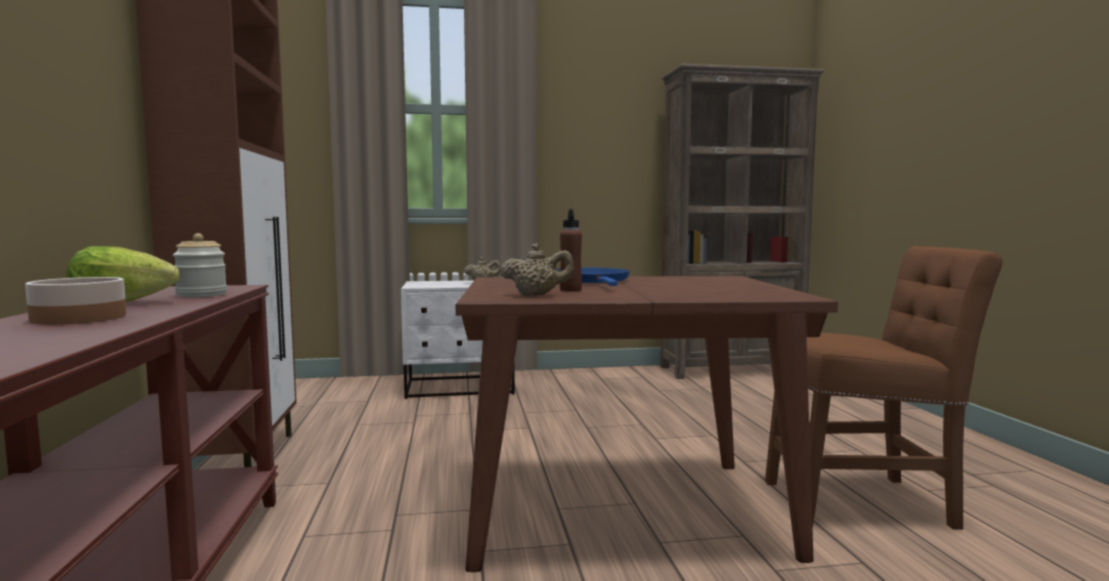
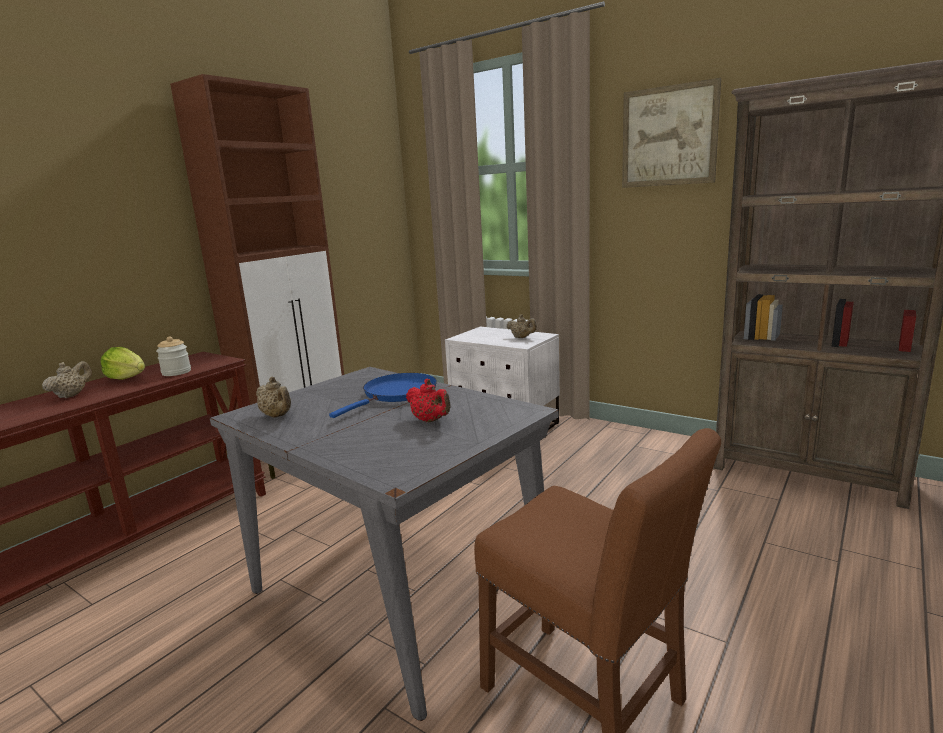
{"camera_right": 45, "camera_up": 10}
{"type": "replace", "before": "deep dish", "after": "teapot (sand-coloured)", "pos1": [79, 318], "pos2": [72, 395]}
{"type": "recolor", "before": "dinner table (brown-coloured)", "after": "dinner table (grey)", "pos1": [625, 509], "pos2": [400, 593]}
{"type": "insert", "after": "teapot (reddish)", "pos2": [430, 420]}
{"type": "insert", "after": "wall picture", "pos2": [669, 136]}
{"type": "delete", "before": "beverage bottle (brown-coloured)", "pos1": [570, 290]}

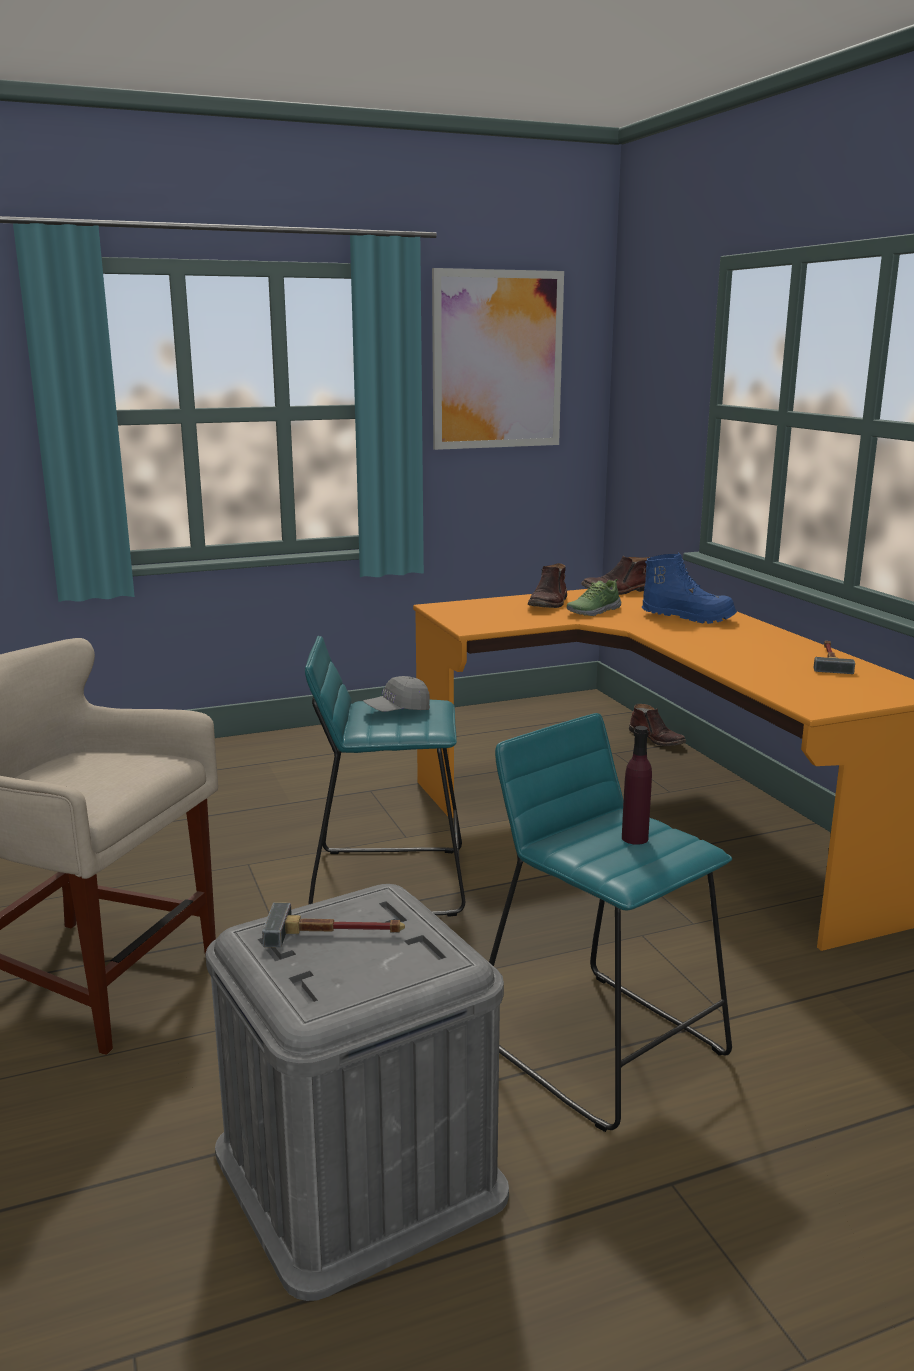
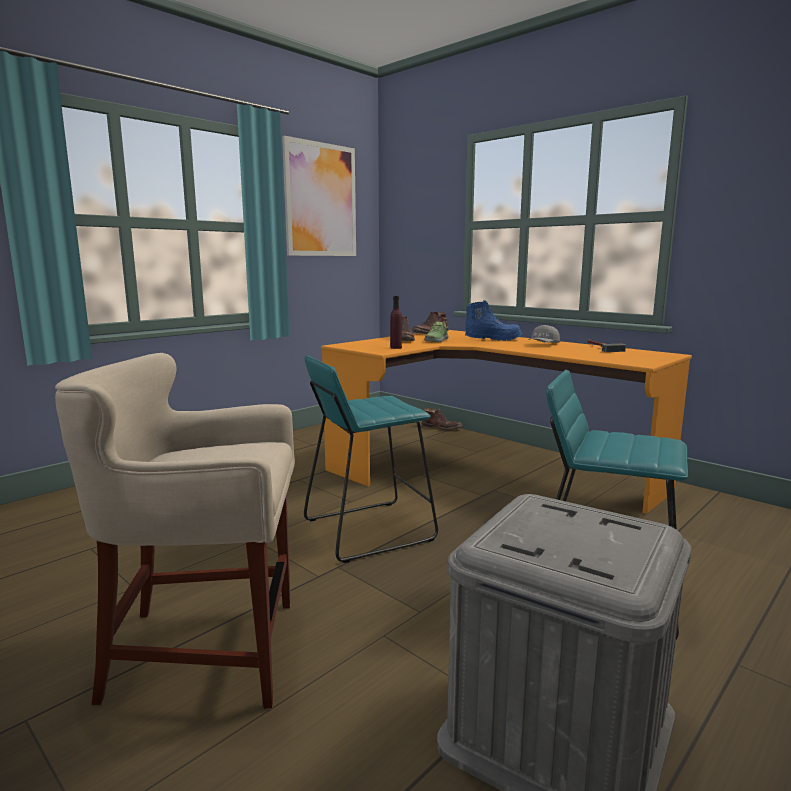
{"camera_right": -25, "camera_up": -5}
{"type": "move", "before": "beverage bottle (purple)", "pos1": [634, 838], "pos2": [396, 348]}
{"type": "move", "before": "baseball cap (grey)", "pos1": [397, 711], "pos2": [543, 344]}
{"type": "delete", "before": "tool hammer", "pos1": [336, 933]}

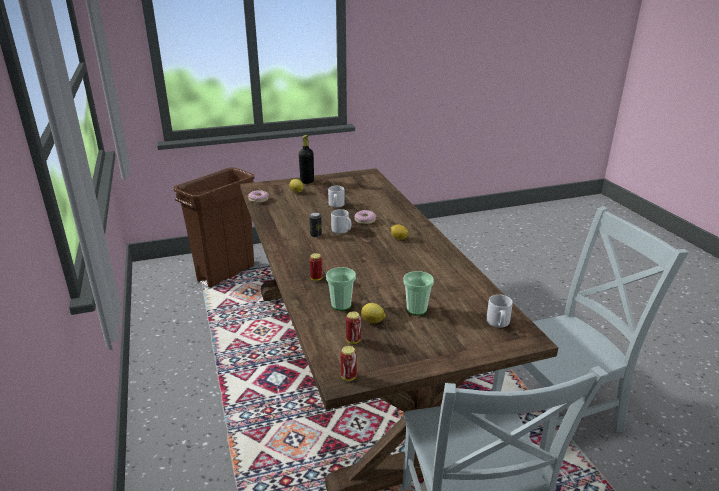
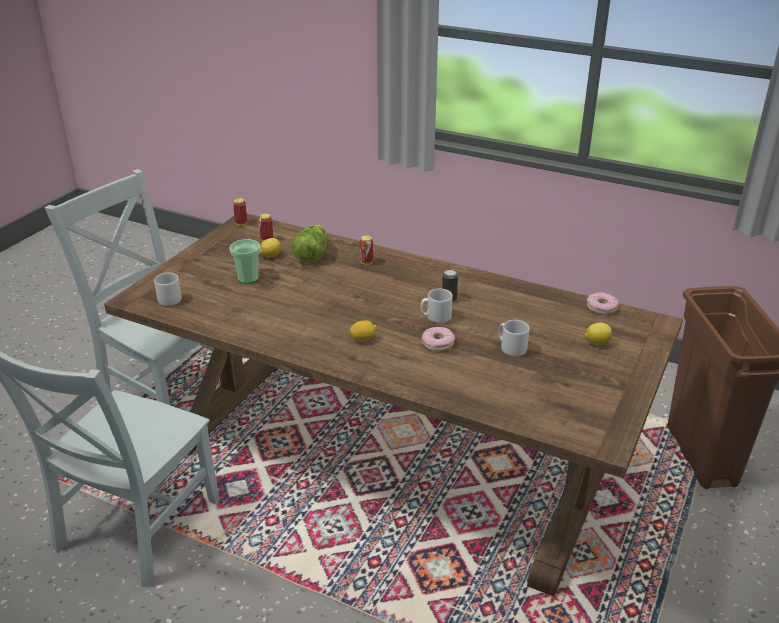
{"camera_right": 135, "camera_up": 5}
{"type": "replace", "before": "drinking cup", "after": "lettuce", "pos1": [341, 305], "pos2": [312, 255]}
{"type": "delete", "before": "beverage bottle (black)", "pos1": [307, 181]}

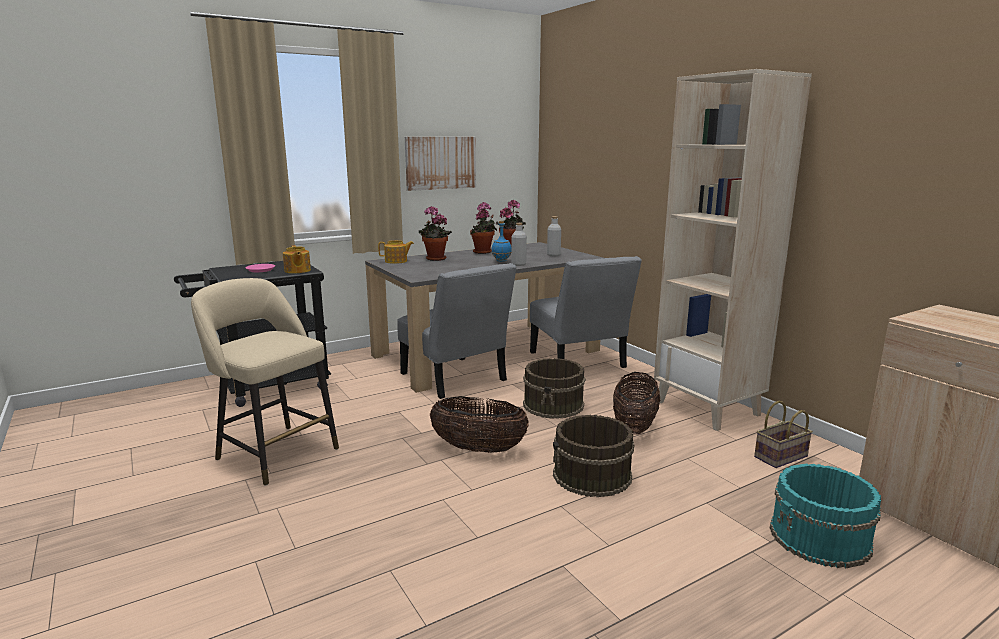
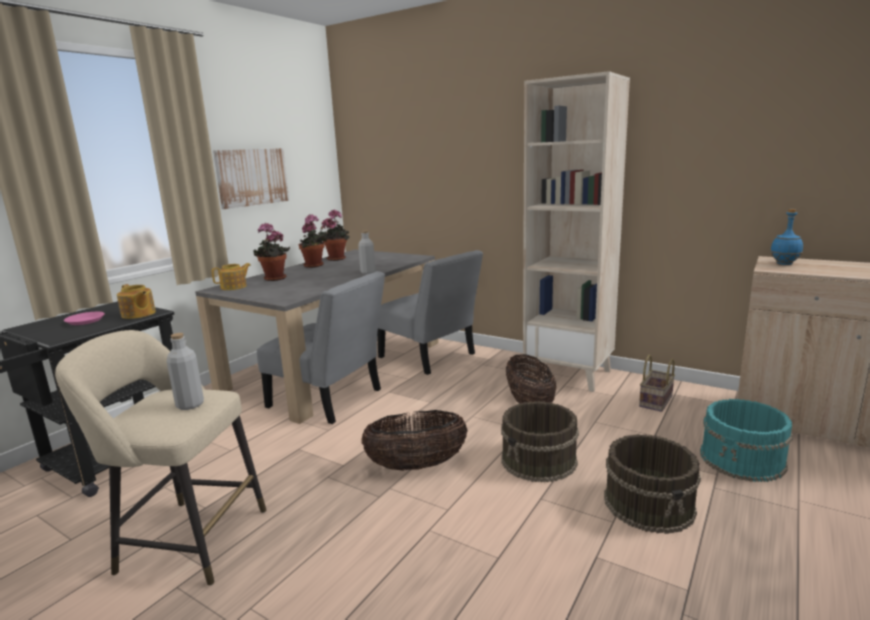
{"camera_right": -25, "camera_up": 0}
{"type": "move", "before": "beverage bottle (grey)", "pos1": [553, 255], "pos2": [190, 405]}
{"type": "move", "before": "pail (brown-coloured)", "pos1": [554, 405], "pos2": [649, 504]}
{"type": "move", "before": "beverage bottle (blue-coloured)", "pos1": [501, 261], "pos2": [784, 264]}

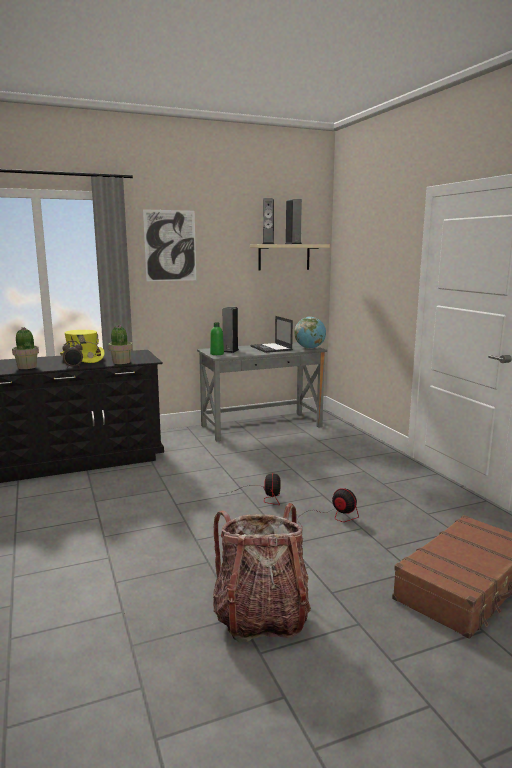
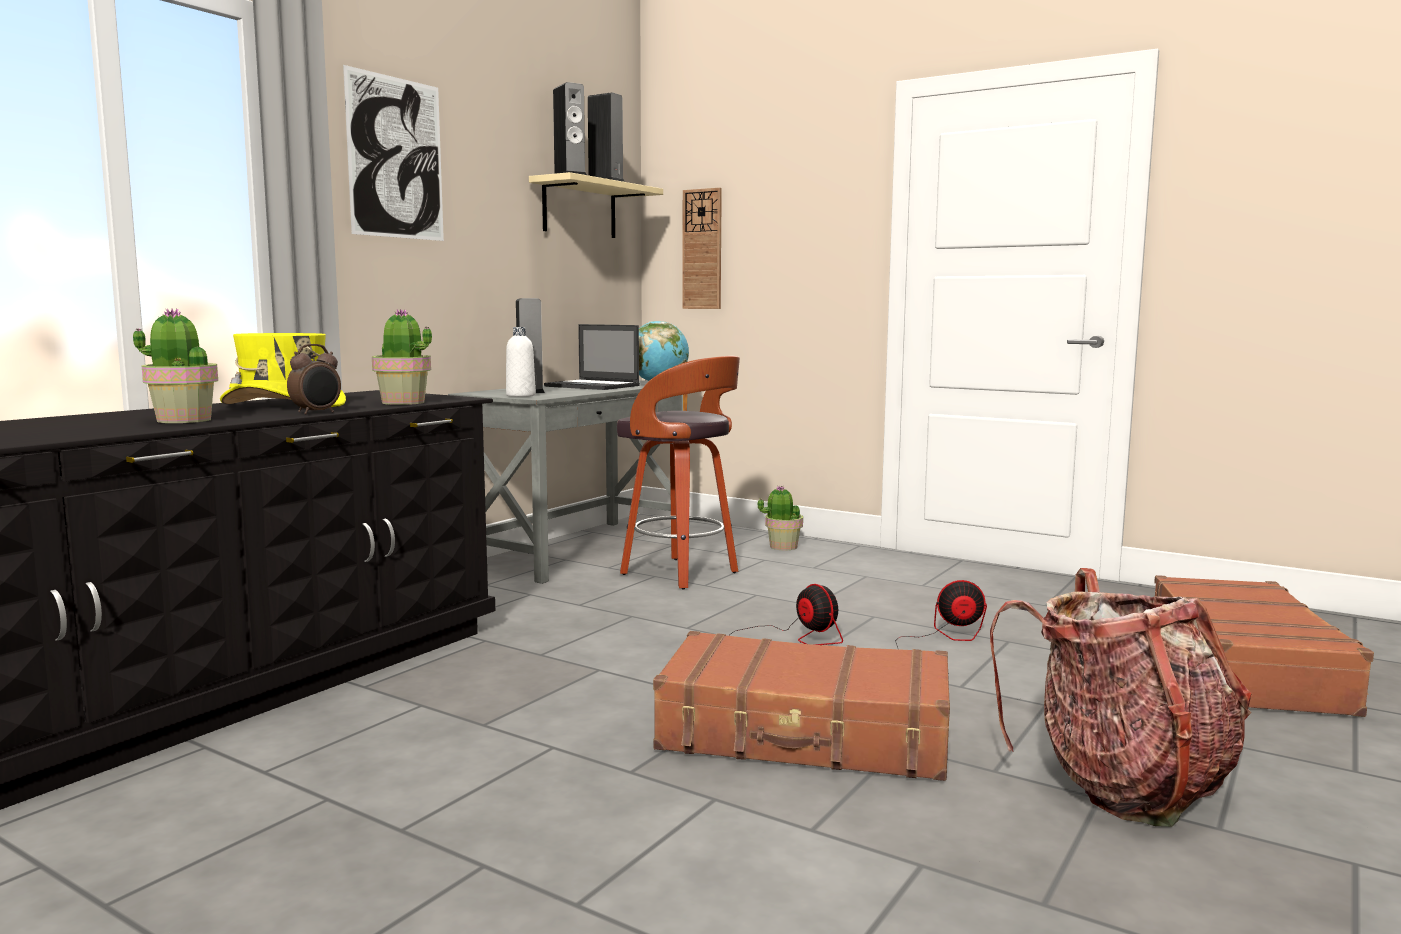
{"camera_right": -35, "camera_up": -5}
{"type": "recolor", "before": "beverage bottle (greenish)", "after": "beverage bottle (whitish)", "pos1": [217, 354], "pos2": [520, 395]}
{"type": "insert", "after": "stool seat", "pos2": [682, 574]}
{"type": "insert", "after": "piece of luggage (brown-coloured)", "pos2": [805, 735]}
{"type": "insert", "after": "hanging clock", "pos2": [702, 249]}
{"type": "insert", "after": "houseplant", "pos2": [783, 547]}

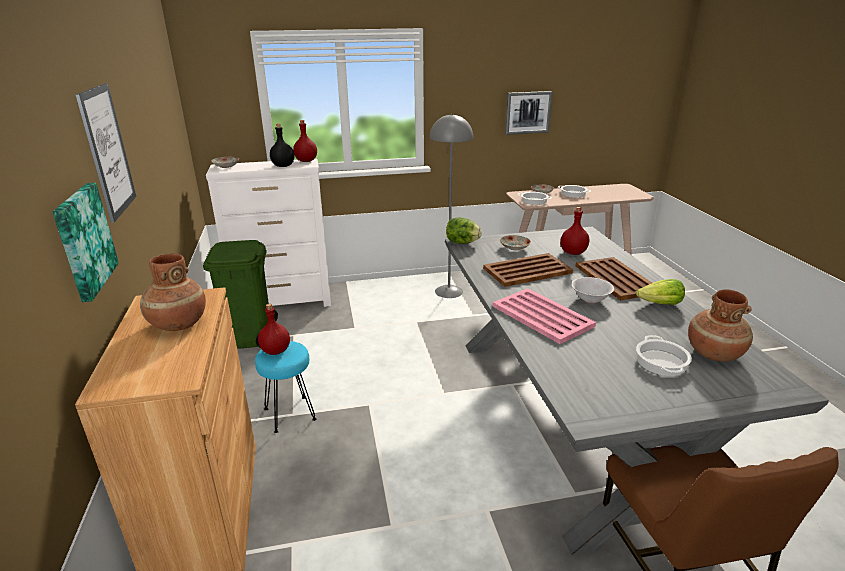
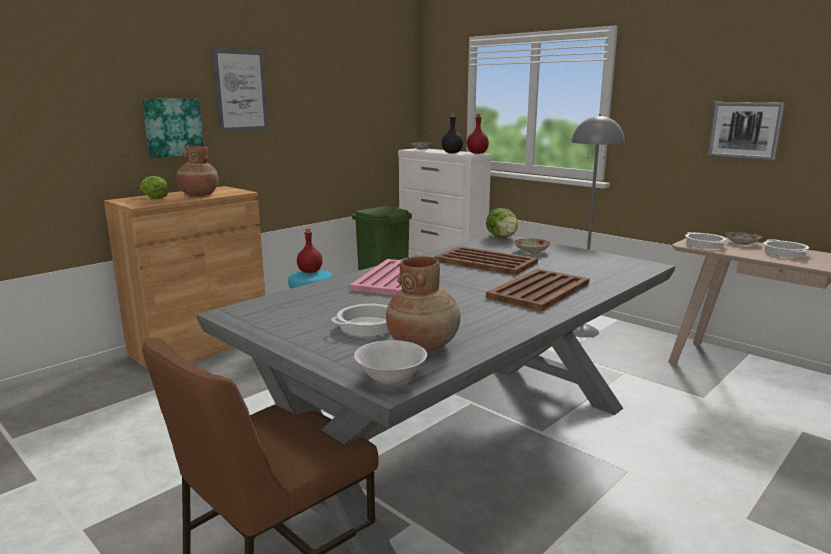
{"camera_right": 55, "camera_up": -10}
{"type": "move", "before": "lettuce", "pos1": [660, 304], "pos2": [153, 197]}
{"type": "move", "before": "deep dish (whitish)", "pos1": [590, 299], "pos2": [390, 378]}
{"type": "delete", "before": "beverage bottle (reddish)", "pos1": [572, 253]}

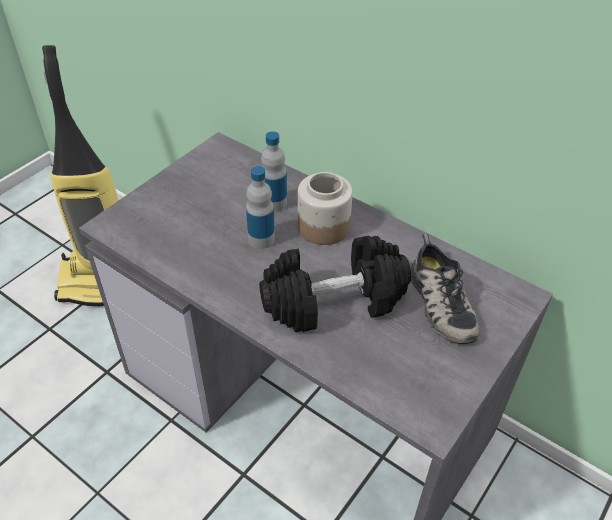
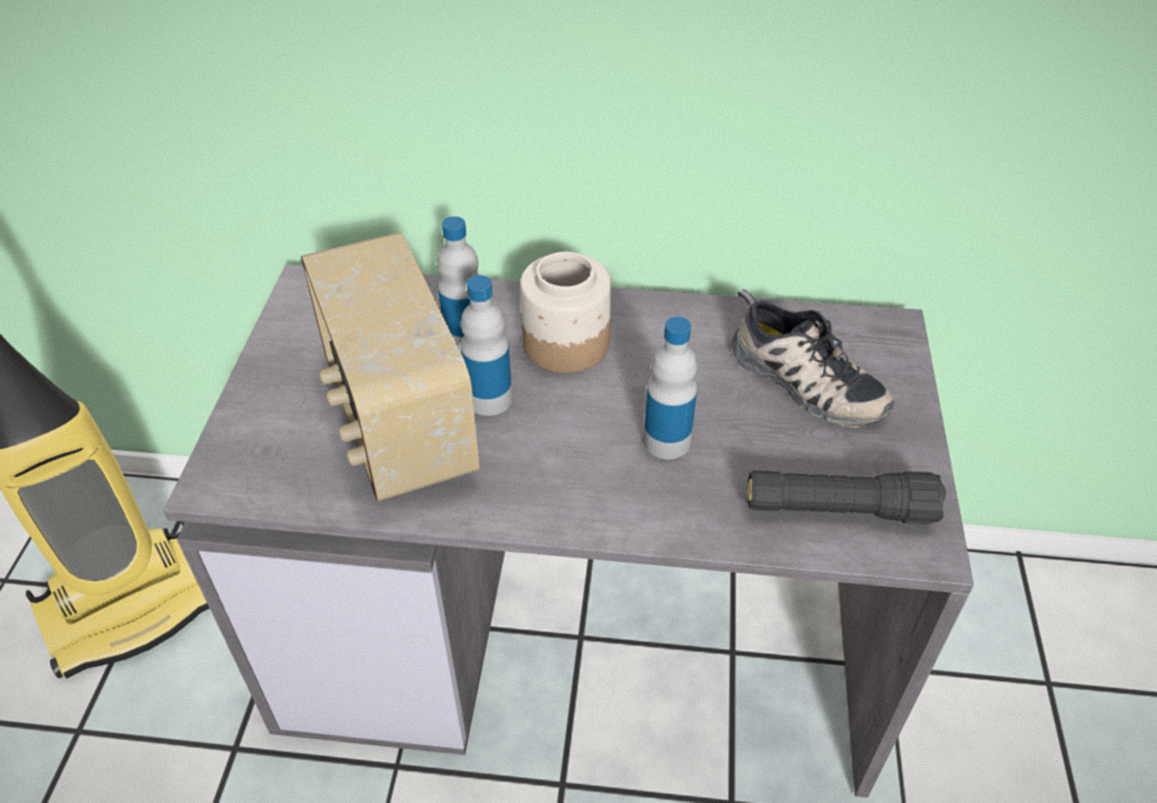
{"camera_right": -30, "camera_up": 0}
{"type": "insert", "after": "radio set", "pos2": [396, 422]}
{"type": "replace", "before": "dumbbell (black)", "after": "beverage bottle", "pos1": [334, 301], "pos2": [667, 441]}
{"type": "insert", "after": "flashlight (black)", "pos2": [838, 510]}

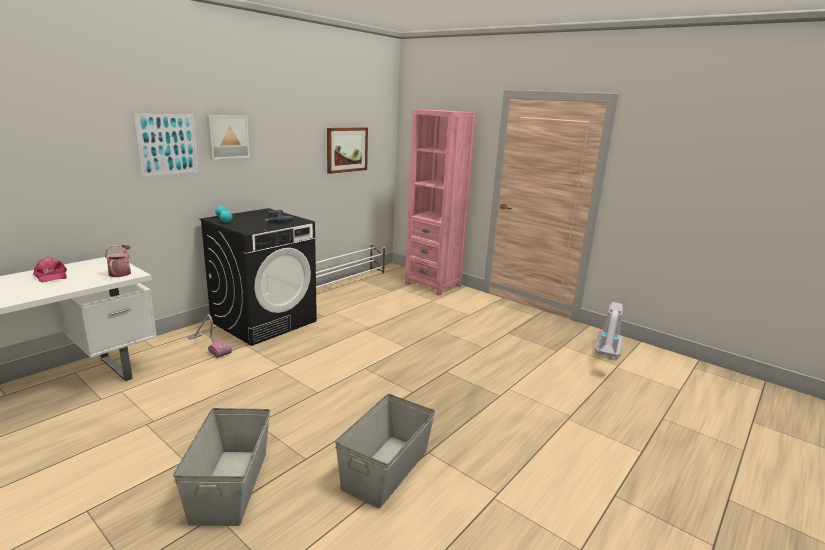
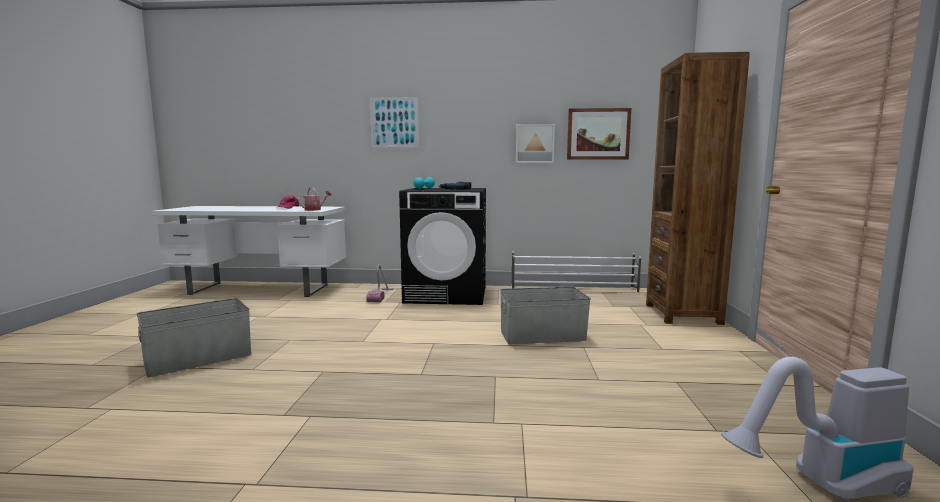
{"camera_right": 55, "camera_up": -10}
{"type": "move", "before": "storage container (grey)", "pos1": [387, 469], "pos2": [543, 336]}
{"type": "move", "before": "wall picture", "pos1": [227, 136], "pos2": [534, 143]}
{"type": "recolor", "before": "bookcase (pink-coloured)", "after": "bookcase (brown-coloured)", "pos1": [433, 284], "pos2": [682, 314]}

